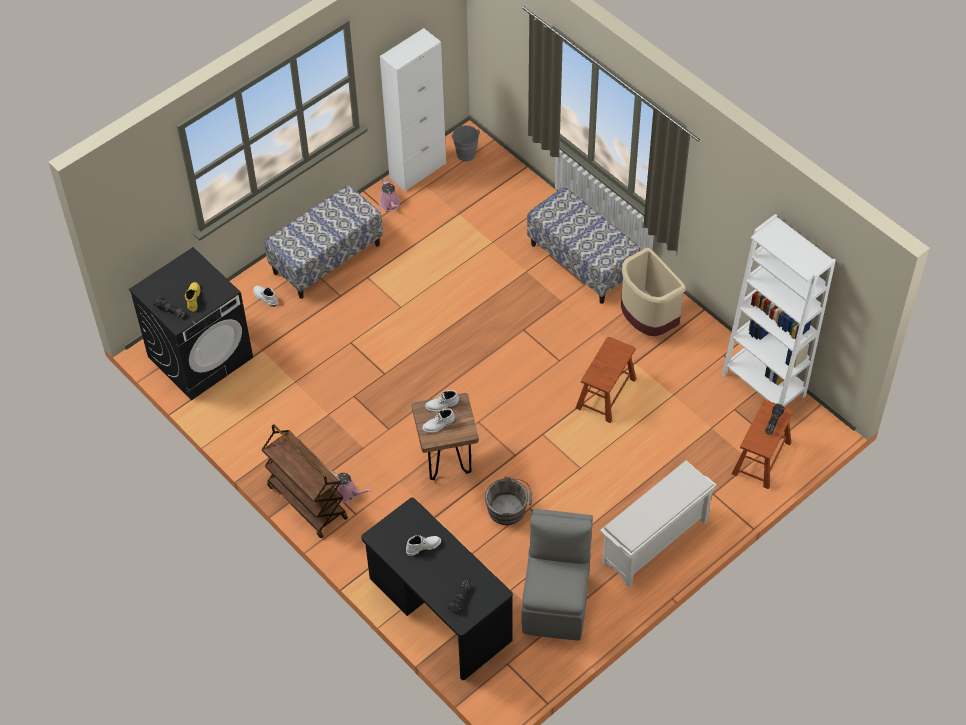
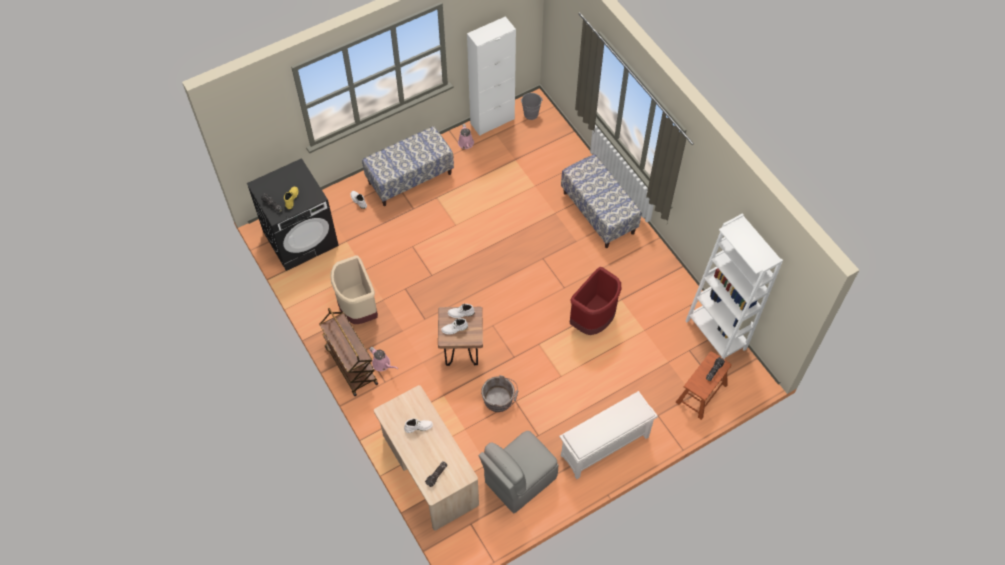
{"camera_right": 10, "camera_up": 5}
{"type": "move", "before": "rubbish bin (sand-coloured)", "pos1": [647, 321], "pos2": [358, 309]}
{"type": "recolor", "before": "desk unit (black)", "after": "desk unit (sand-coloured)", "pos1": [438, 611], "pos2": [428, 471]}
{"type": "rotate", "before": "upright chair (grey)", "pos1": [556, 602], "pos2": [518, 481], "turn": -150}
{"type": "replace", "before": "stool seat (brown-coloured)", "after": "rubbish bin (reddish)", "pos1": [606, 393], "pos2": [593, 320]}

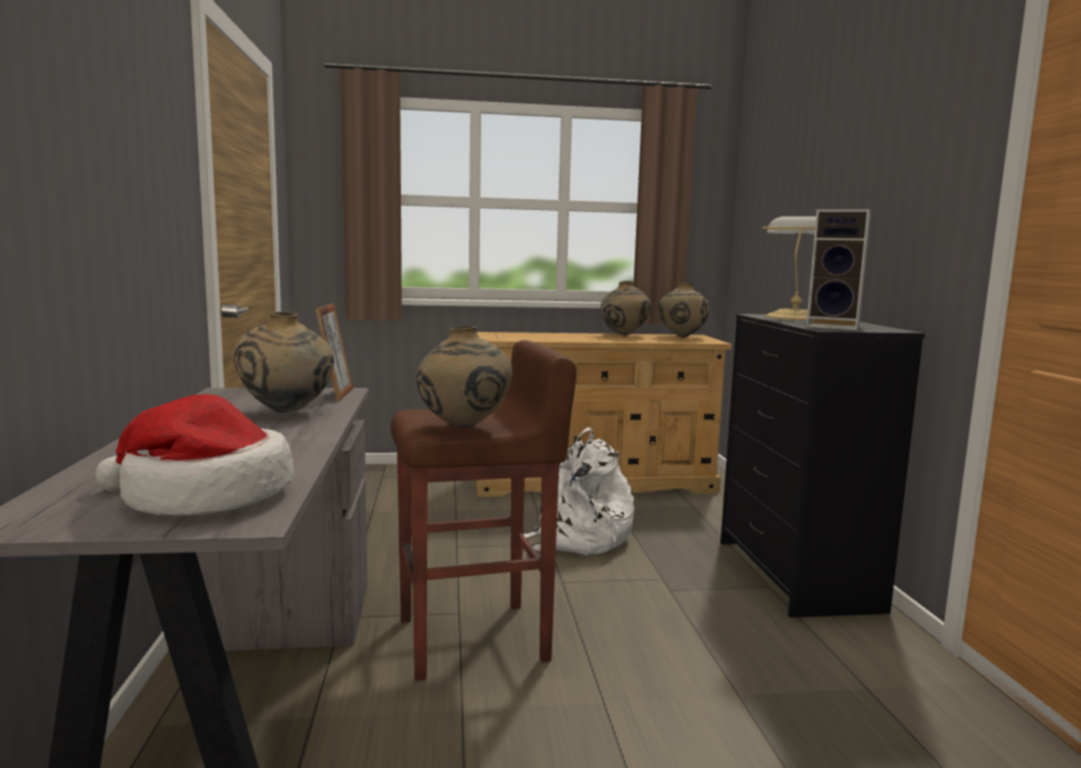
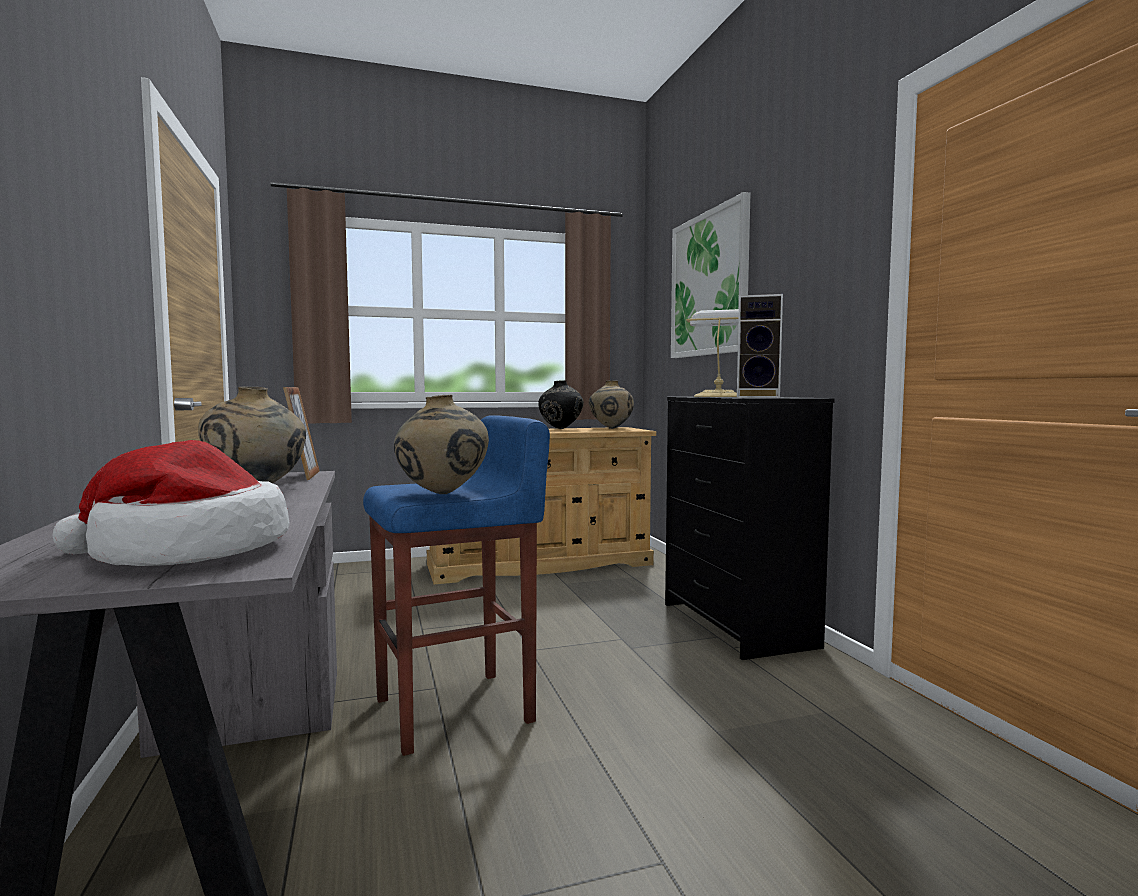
{"camera_right": -10, "camera_up": -5}
{"type": "recolor", "before": "stool seat (brown-coloured)", "after": "stool seat (blue-coloured)", "pos1": [475, 640], "pos2": [457, 710]}
{"type": "recolor", "before": "flower vase (sand-coloured)", "after": "flower vase (black)", "pos1": [624, 335], "pos2": [561, 429]}
{"type": "insert", "after": "wall picture", "pos2": [709, 284]}
{"type": "delete", "before": "backpack (whitish)", "pos1": [577, 538]}

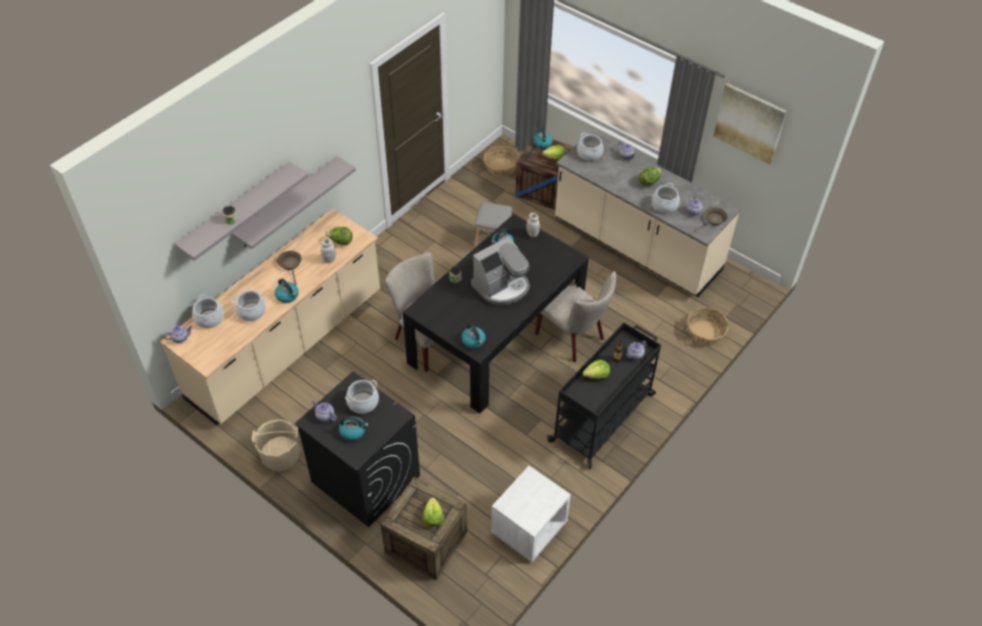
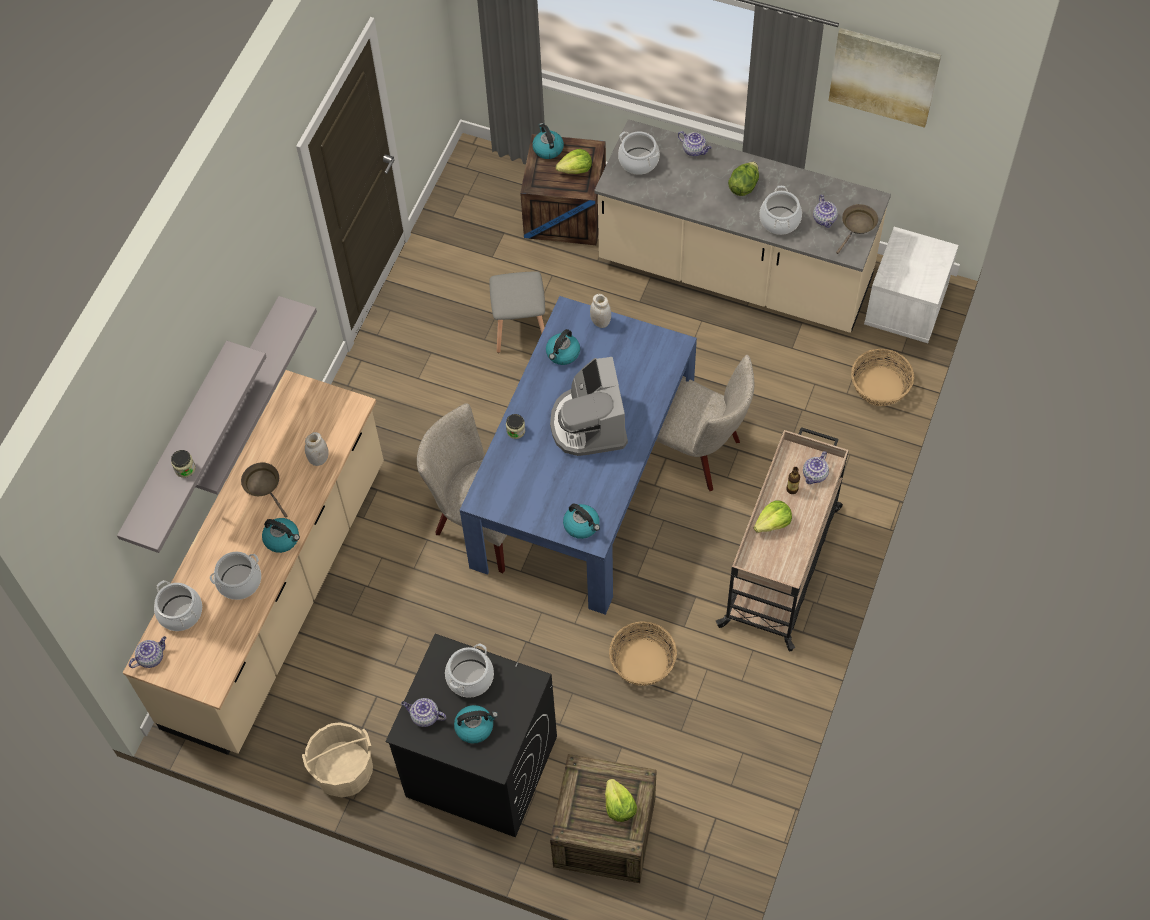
{"camera_right": -15, "camera_up": 10}
{"type": "recolor", "before": "dinner table (black)", "after": "dinner table (blue-coloured)", "pos1": [496, 336], "pos2": [583, 484]}
{"type": "rotate", "before": "coffee maker", "pos1": [502, 286], "pos2": [589, 424], "turn": 135}
{"type": "move", "before": "basket", "pos1": [501, 167], "pos2": [642, 661]}
{"type": "recolor", "before": "wheeled cart (black)", "after": "wheeled cart (sand-coloured)", "pos1": [603, 417], "pos2": [781, 565]}
{"type": "move", "before": "bedside table (whitish)", "pos1": [529, 529], "pos2": [905, 308]}
{"type": "delete", "before": "lettuce", "pos1": [340, 241]}

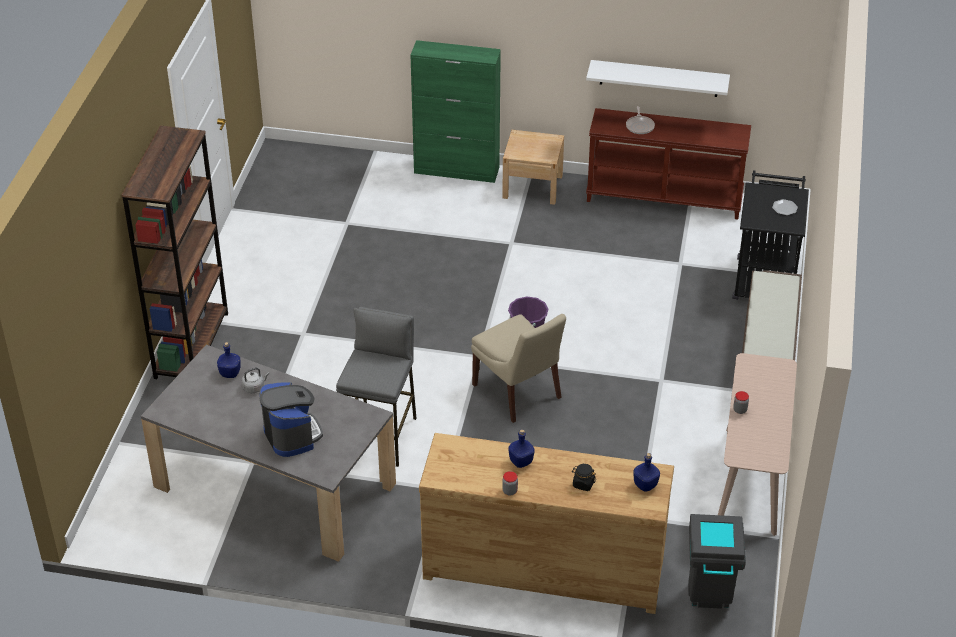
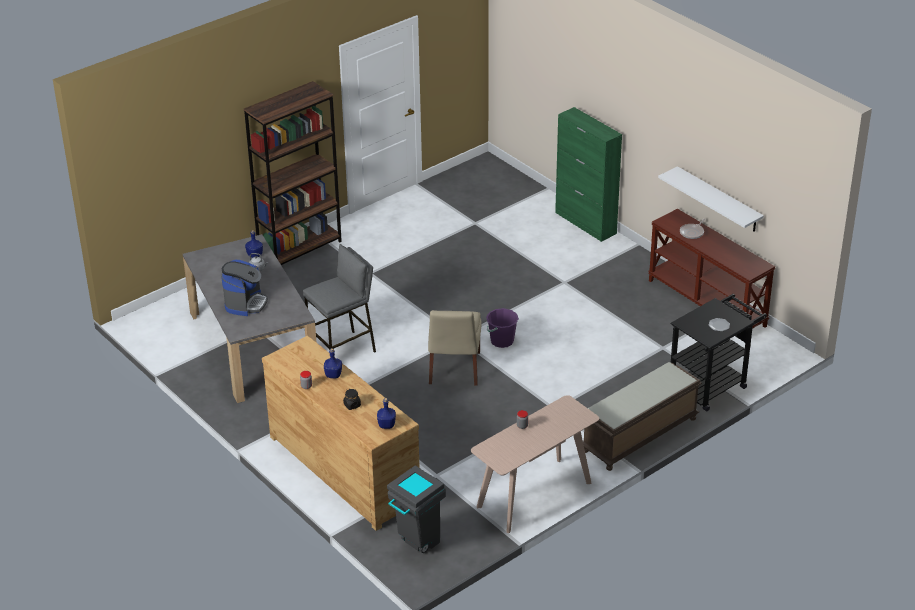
{"camera_right": 40, "camera_up": -5}
{"type": "delete", "before": "bedside table (sand-coloured)", "pos1": [532, 186]}

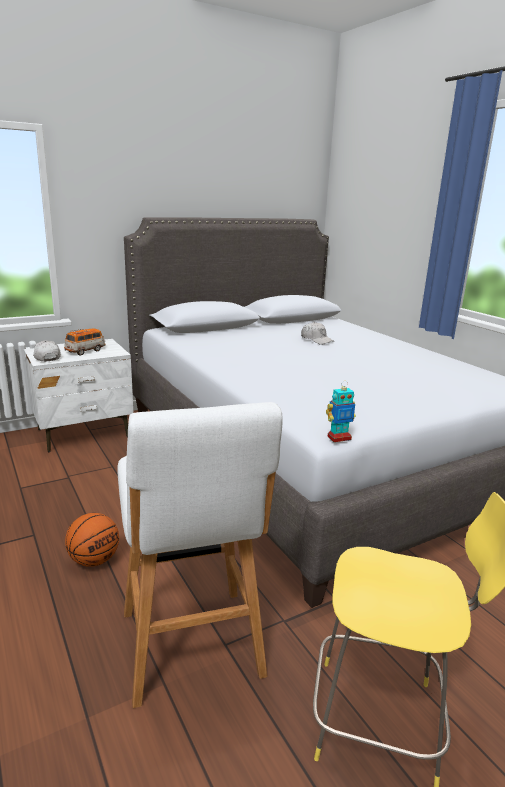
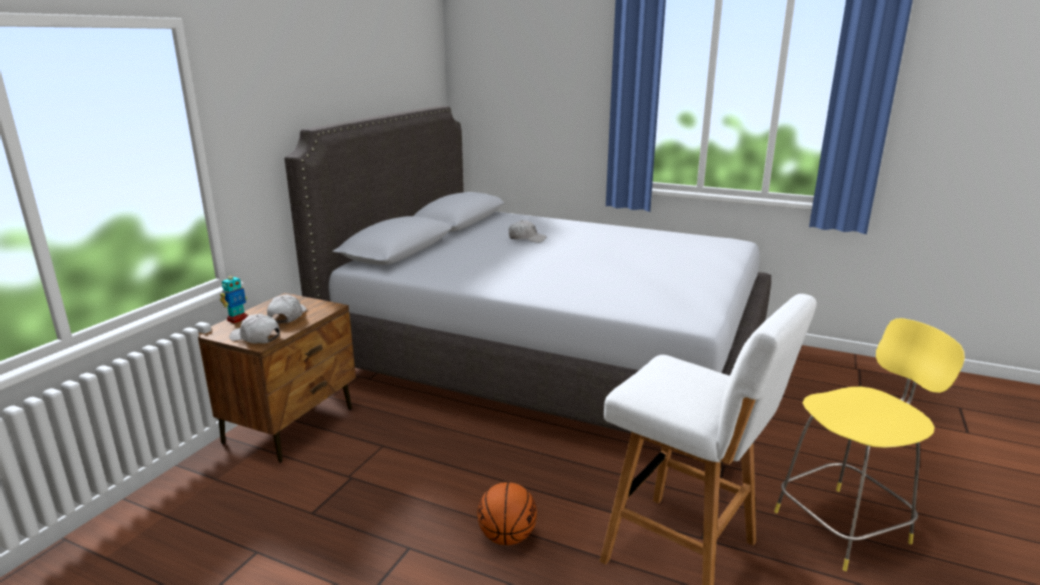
{"camera_right": -35, "camera_up": 0}
{"type": "recolor", "before": "bedside table (whitish)", "after": "bedside table (brown-coloured)", "pos1": [84, 433], "pos2": [290, 425]}
{"type": "move", "before": "robot figure", "pos1": [339, 438], "pos2": [237, 319]}
{"type": "replace", "before": "model car", "after": "baseball cap (whitish)", "pos1": [85, 351], "pos2": [287, 316]}

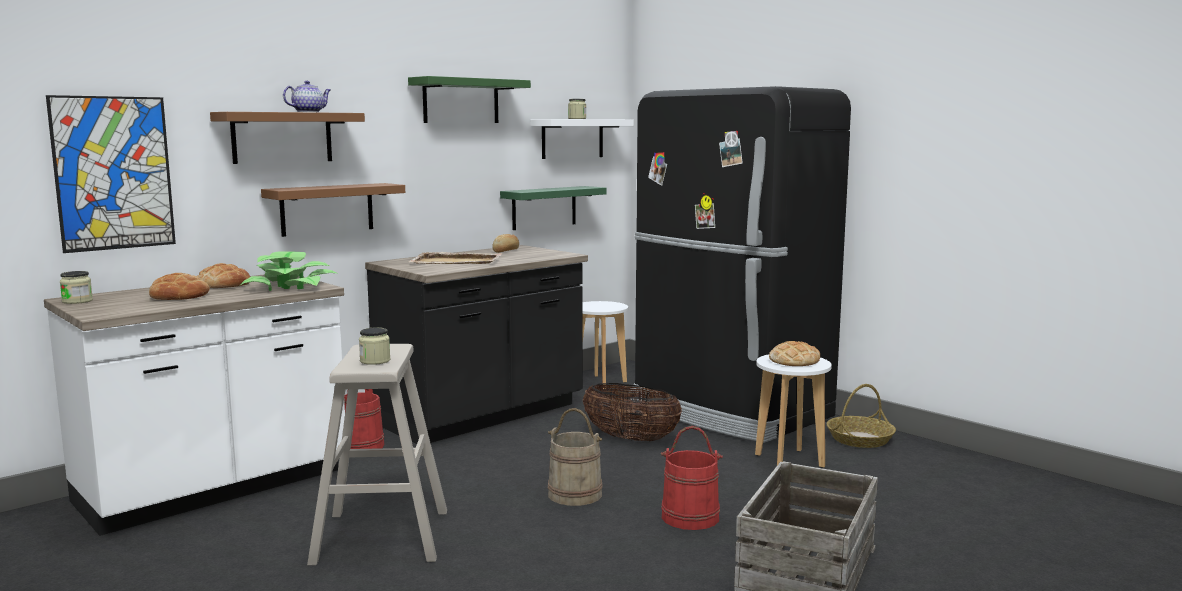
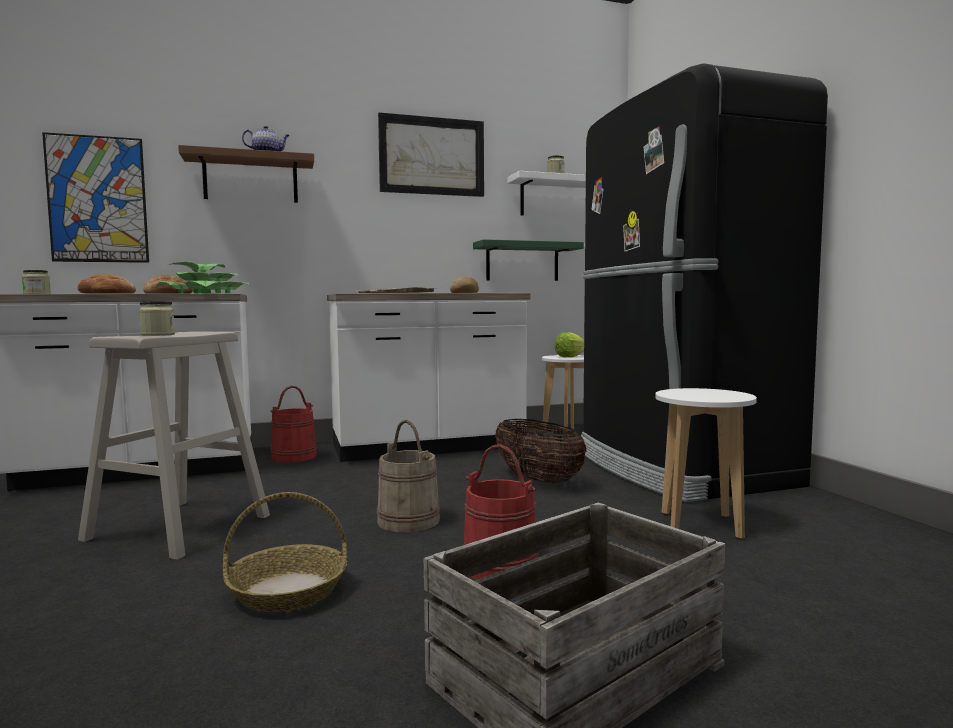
{"camera_right": 25, "camera_up": -5}
{"type": "move", "before": "basket", "pos1": [860, 439], "pos2": [288, 590]}
{"type": "recolor", "before": "counter (black)", "after": "counter (whitish)", "pos1": [483, 416], "pos2": [427, 447]}
{"type": "replace", "before": "bracket shelf (greenish)", "after": "wall picture", "pos1": [461, 101], "pos2": [432, 156]}
{"type": "insert", "after": "lettuce", "pos2": [570, 357]}
{"type": "delete", "before": "bracket shelf (brown-coloured)", "pos1": [327, 209]}
{"type": "delete", "before": "baked bread", "pos1": [794, 361]}

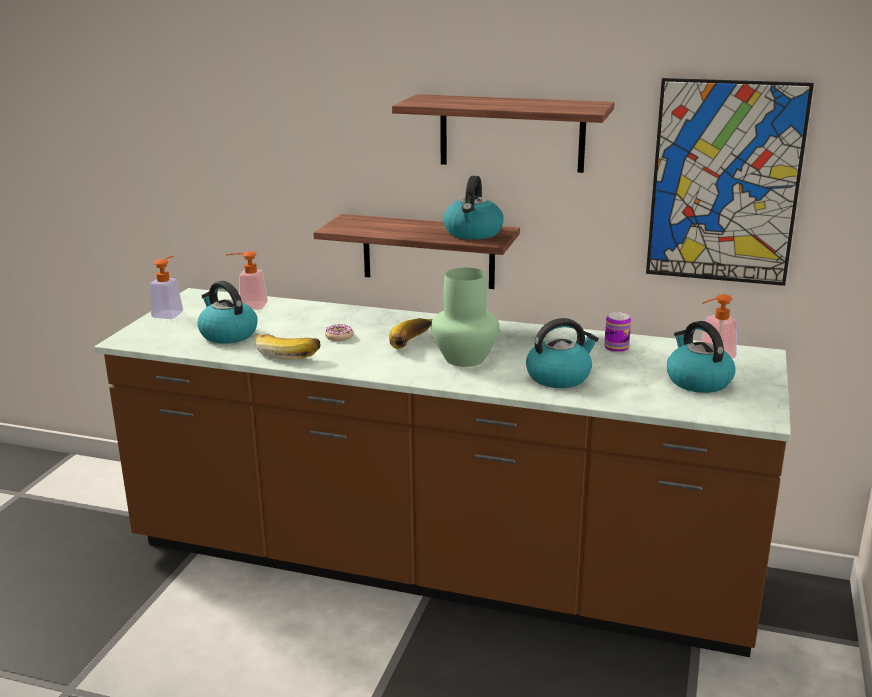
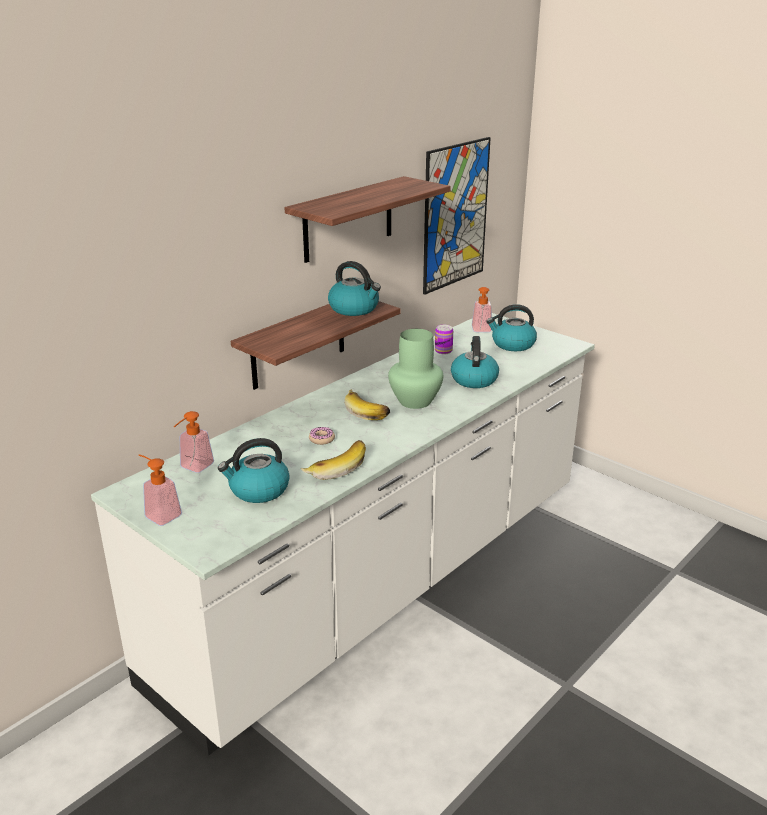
{"camera_right": -65, "camera_up": 5}
{"type": "recolor", "before": "counter (brown-coloured)", "after": "counter (whitish)", "pos1": [437, 566], "pos2": [383, 580]}

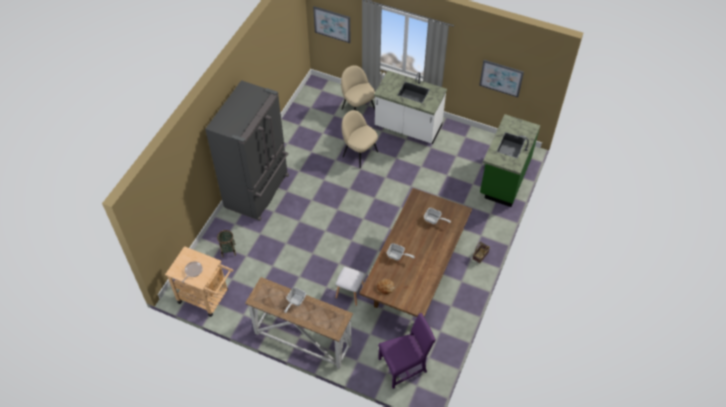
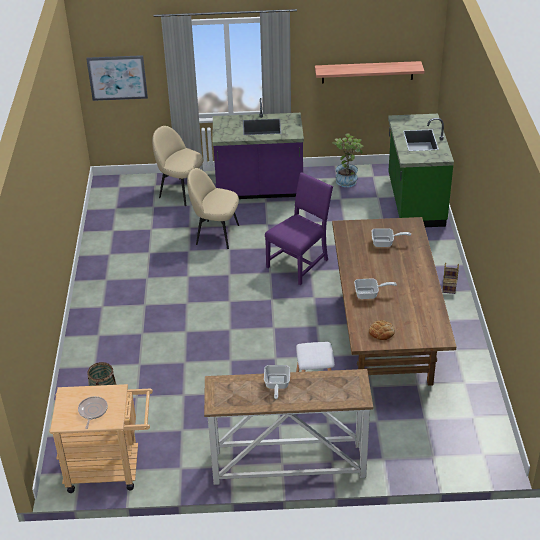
{"camera_right": -25, "camera_up": -15}
{"type": "recolor", "before": "counter (whitish)", "after": "counter (purple)", "pos1": [408, 128], "pos2": [259, 190]}
{"type": "move", "before": "upright chair (purple)", "pos1": [404, 366], "pos2": [299, 263]}
{"type": "replace", "before": "wall picture", "after": "bracket shelf", "pos1": [501, 78], "pos2": [367, 72]}
{"type": "insert", "after": "houseplant", "pos2": [347, 179]}
{"type": "delete", "before": "kitchen fridge (grey)", "pos1": [258, 191]}

